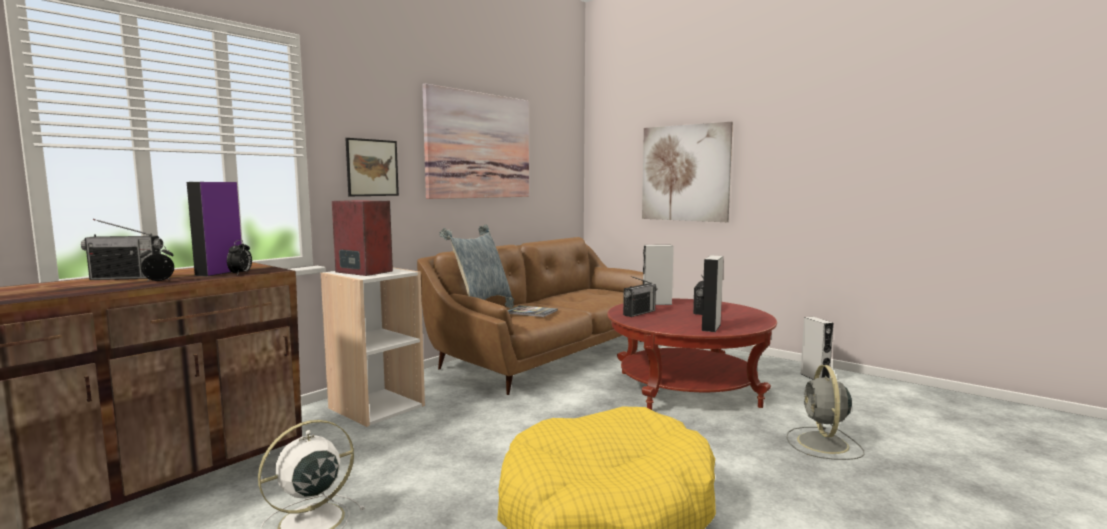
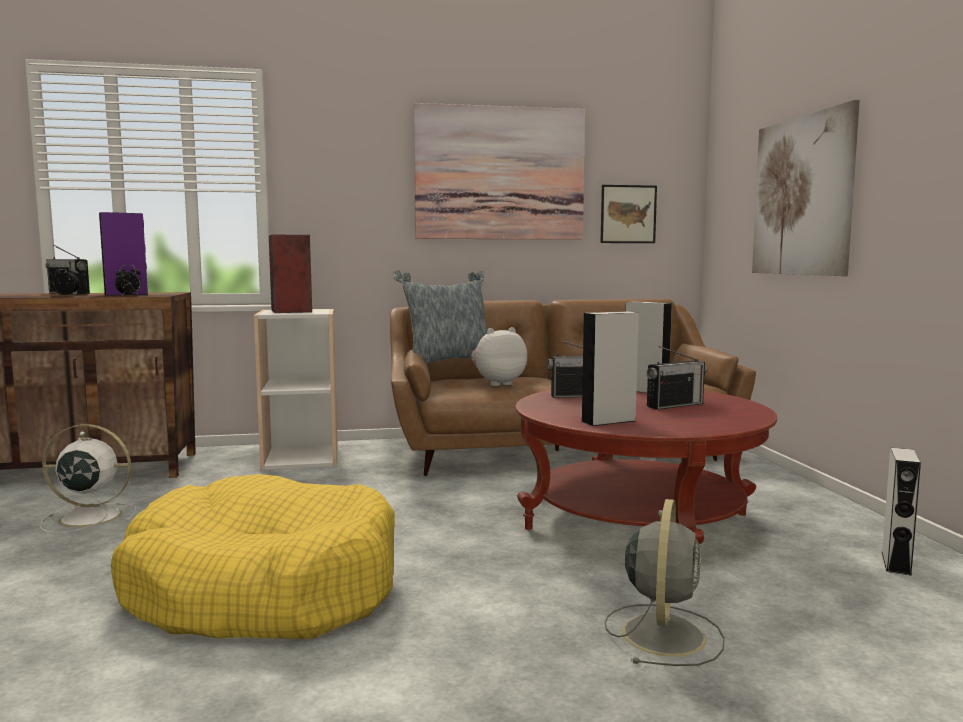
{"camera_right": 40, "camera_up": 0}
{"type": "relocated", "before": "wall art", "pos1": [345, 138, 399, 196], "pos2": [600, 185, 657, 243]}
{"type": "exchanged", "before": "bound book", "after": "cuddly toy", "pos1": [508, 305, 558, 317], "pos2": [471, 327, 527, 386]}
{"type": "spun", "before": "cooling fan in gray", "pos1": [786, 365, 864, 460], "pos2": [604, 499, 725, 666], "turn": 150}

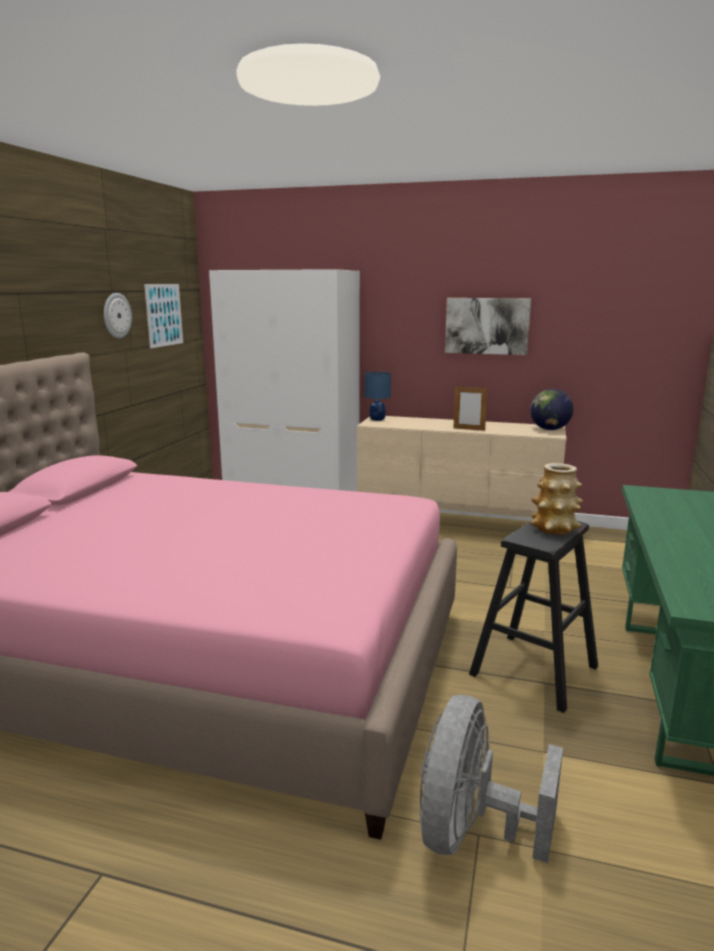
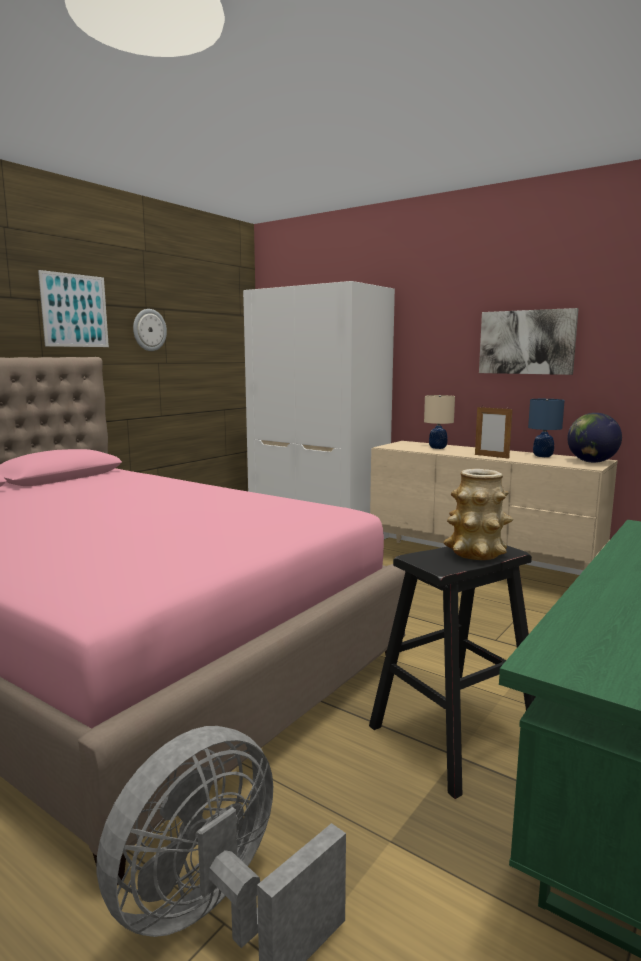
{"camera_right": 20, "camera_up": -5}
{"type": "relocated", "before": "wall art", "pos1": [144, 284, 183, 348], "pos2": [38, 270, 109, 347]}
{"type": "relocated", "before": "table lamp in blue", "pos1": [365, 372, 391, 421], "pos2": [528, 399, 565, 457]}
{"type": "appeared", "after": "table lamp in beige-coloured", "pos2": [424, 395, 455, 449]}

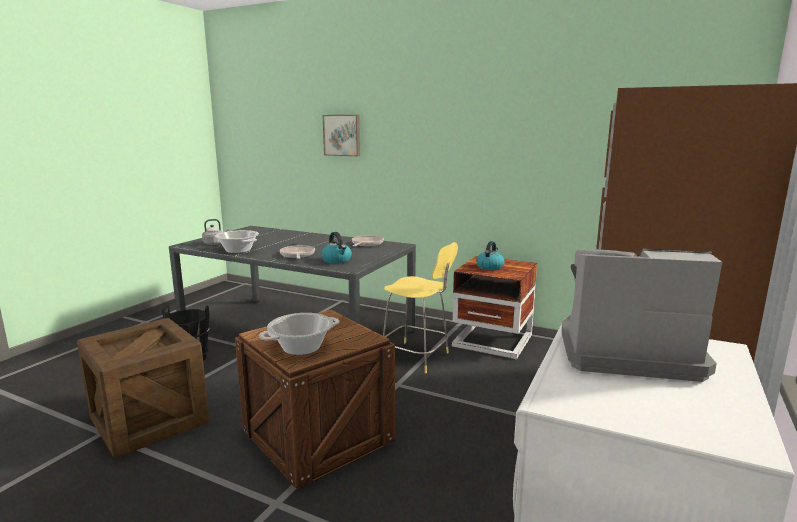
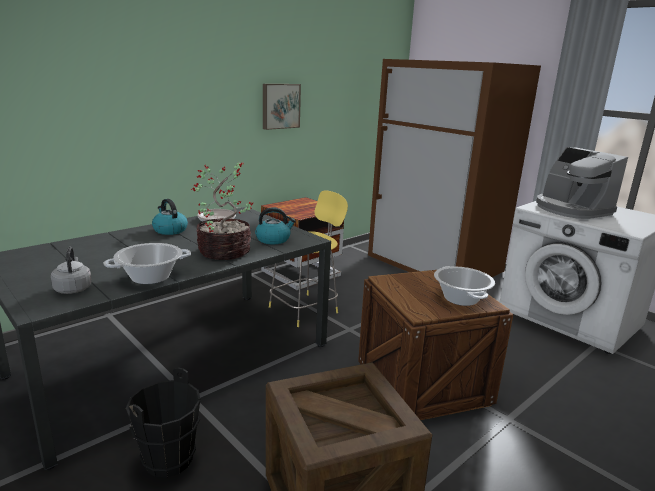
{"camera_right": -70, "camera_up": 5}
{"type": "relocated", "before": "wall art", "pos1": [323, 115, 360, 156], "pos2": [263, 84, 301, 130]}
{"type": "relocated", "before": "tea kettle", "pos1": [476, 241, 505, 270], "pos2": [152, 199, 188, 235]}
{"type": "exchanged", "before": "frying pan", "after": "plant in a pot", "pos1": [280, 245, 315, 259], "pos2": [191, 163, 253, 260]}
{"type": "spun", "before": "coffee machine", "pos1": [562, 249, 722, 382], "pos2": [536, 147, 628, 219], "turn": -60}

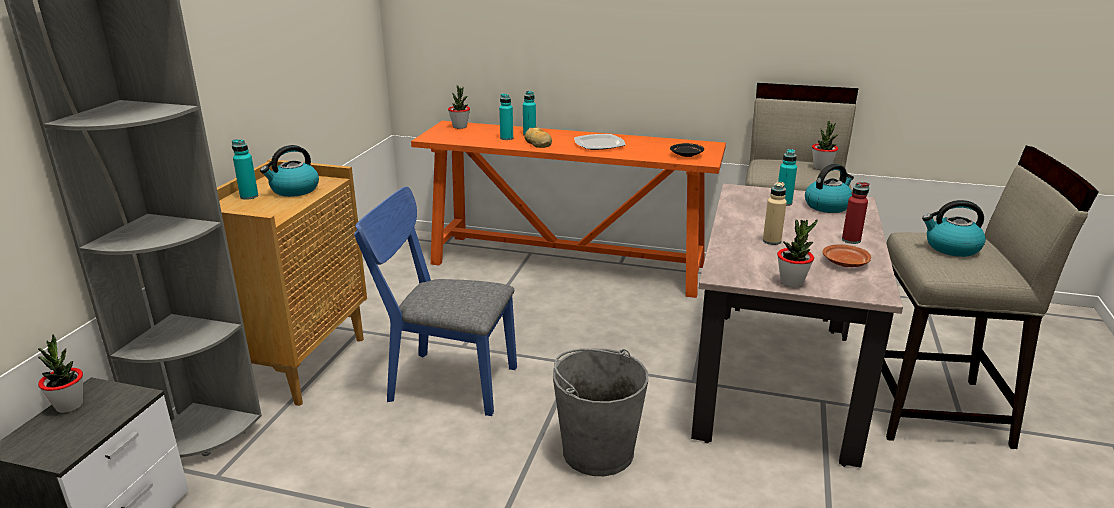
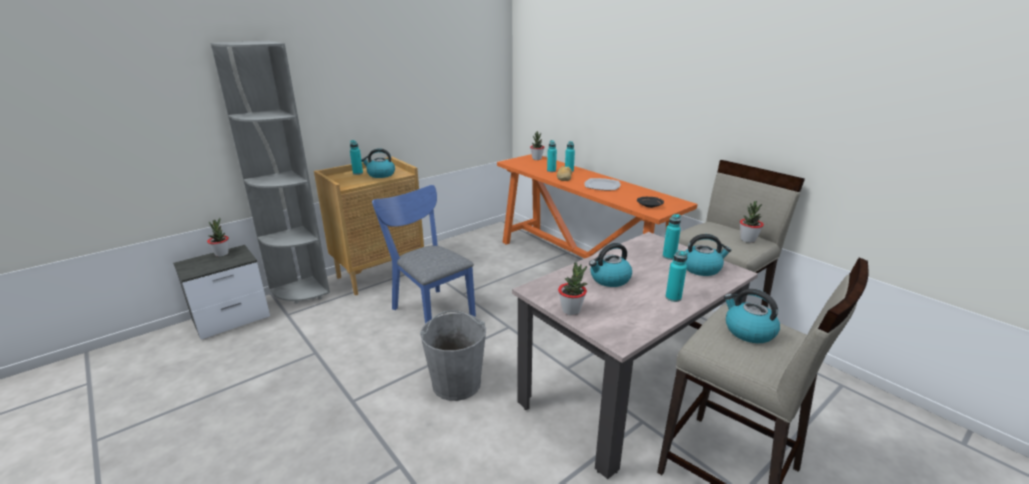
{"camera_right": 35, "camera_up": 0}
{"type": "exchanged", "before": "beverage bottle in beige-coloured", "after": "tea kettle", "pos1": [763, 182, 787, 245], "pos2": [589, 243, 632, 287]}
{"type": "colour", "before": "beverage bottle in reddish", "after": "beverage bottle in blue-green", "pos1": [842, 182, 869, 244], "pos2": [665, 250, 688, 302]}
{"type": "missing", "before": "dinner plate in brown-coloured", "pos1": [823, 244, 871, 267]}

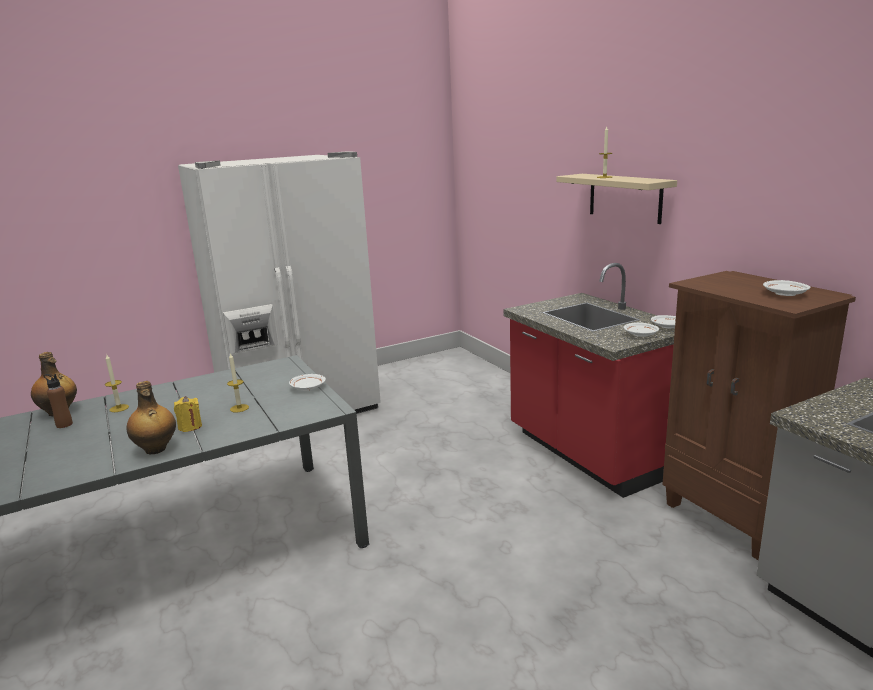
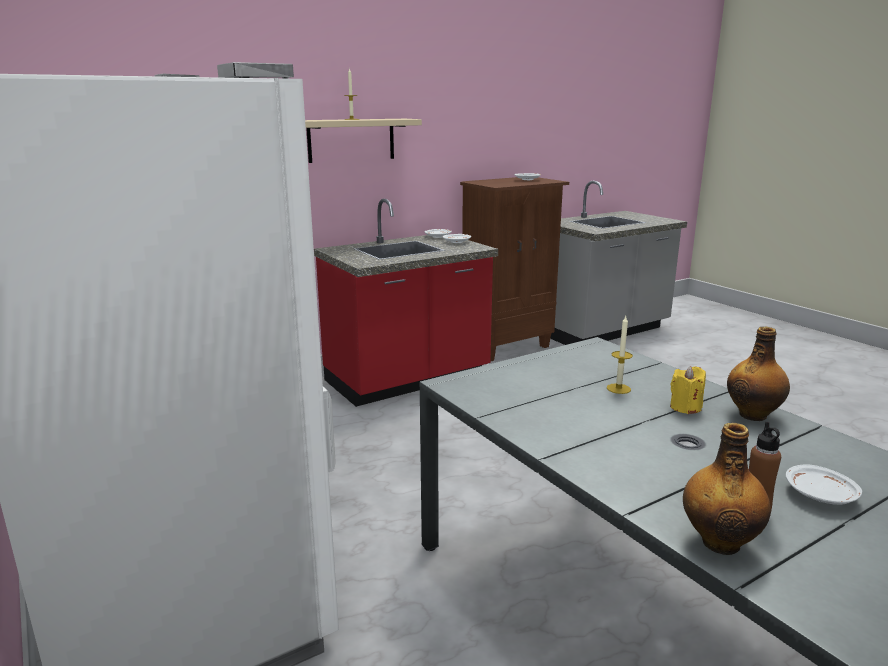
{"camera_right": -95, "camera_up": 0}
{"type": "missing", "before": "wax candle", "pos1": [105, 355, 129, 412]}
{"type": "relocated", "before": "dinner plate in whitish", "pos1": [289, 374, 326, 391], "pos2": [785, 465, 862, 505]}

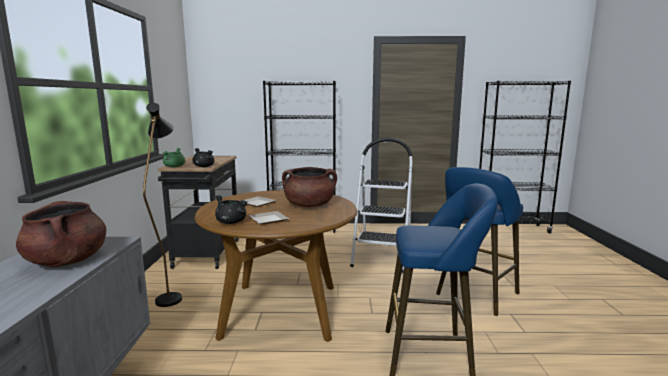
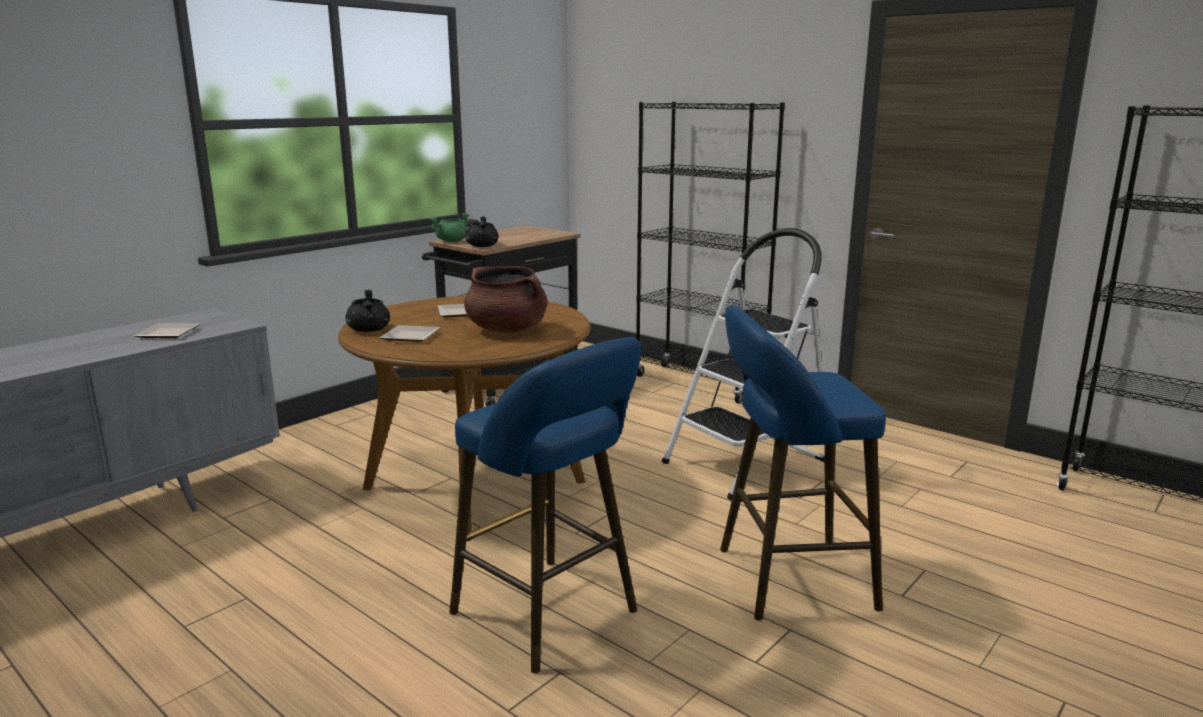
{"camera_right": 40, "camera_up": 5}
{"type": "missing", "before": "standing lamp in blackish", "pos1": [143, 103, 182, 307]}
{"type": "exchanged", "before": "stockpot in brown-coloured", "after": "dinner plate", "pos1": [16, 201, 106, 267], "pos2": [133, 323, 201, 338]}

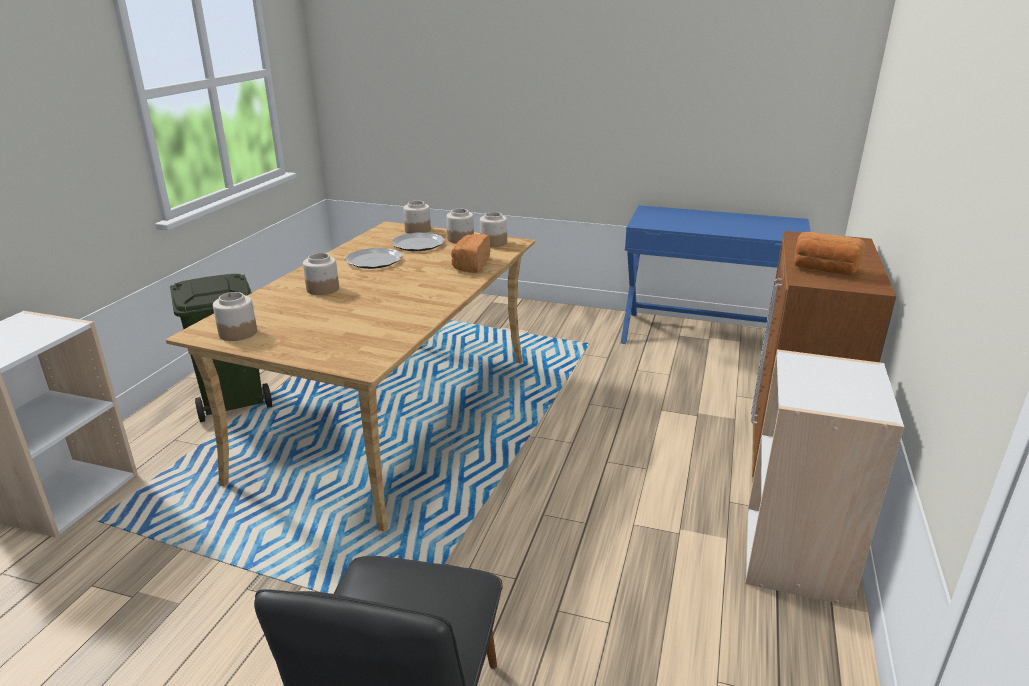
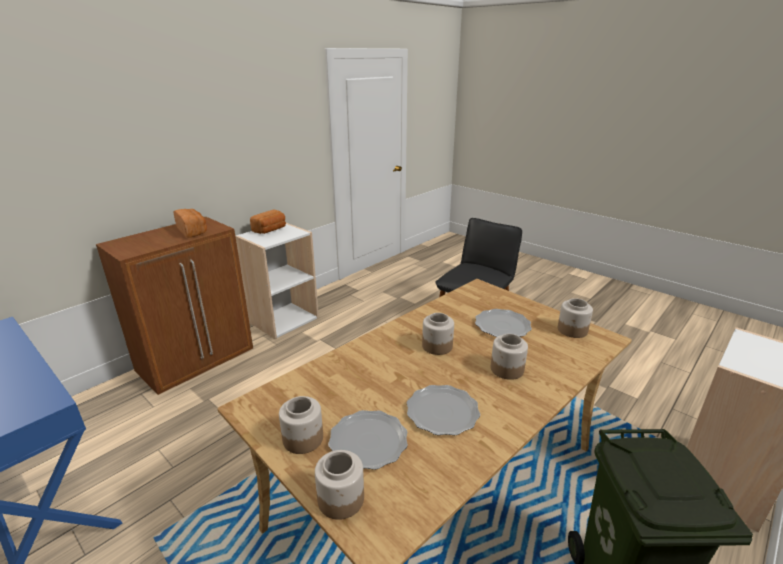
{"camera_right": -155, "camera_up": 0}
{"type": "relocated", "before": "jar", "pos1": [480, 212, 507, 247], "pos2": [422, 313, 454, 355]}
{"type": "relocated", "before": "bakery bread", "pos1": [451, 234, 490, 273], "pos2": [250, 210, 286, 234]}
{"type": "appeared", "after": "dinner plate", "pos2": [475, 309, 532, 337]}

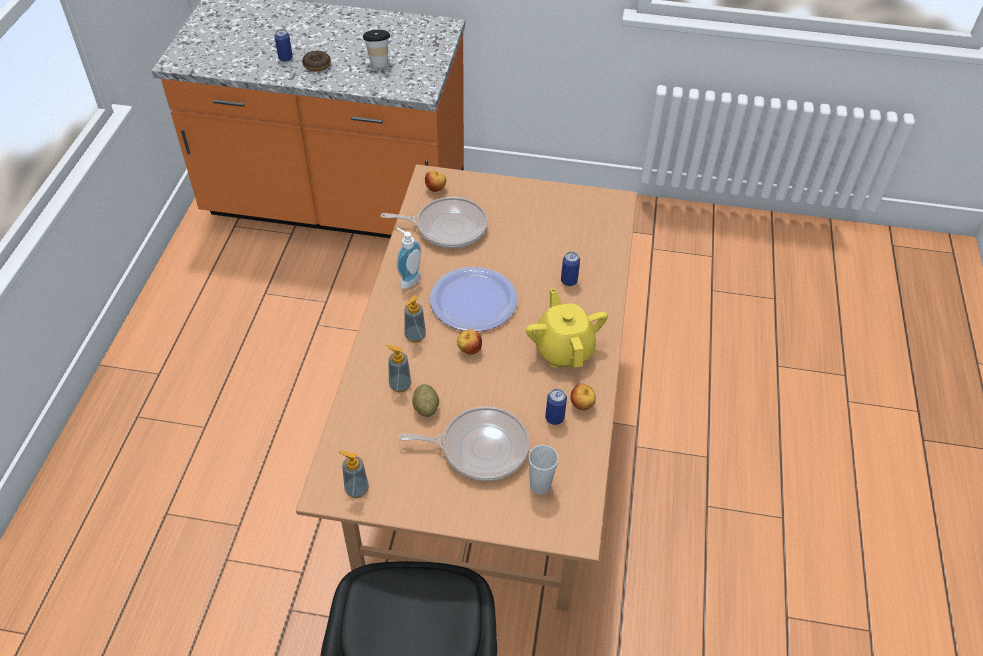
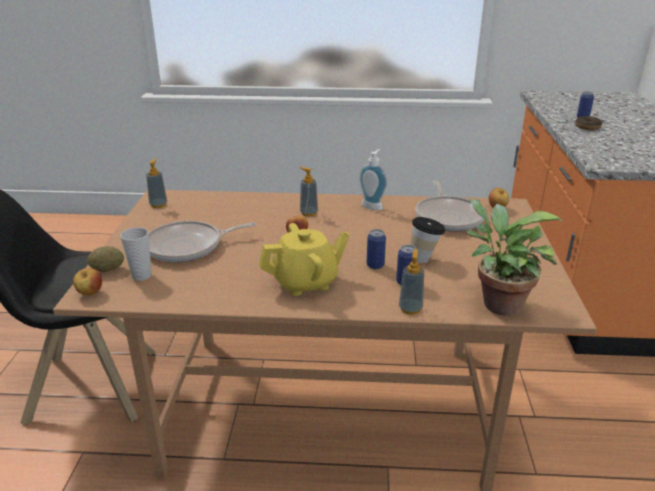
{"camera_right": 85, "camera_up": -20}
{"type": "relocated", "before": "small cup", "pos1": [363, 30, 390, 68], "pos2": [410, 217, 445, 263]}
{"type": "missing", "before": "dinner plate", "pos1": [430, 267, 517, 332]}
{"type": "relocated", "before": "soap dispenser", "pos1": [386, 345, 411, 393], "pos2": [399, 249, 424, 315]}
{"type": "relocated", "before": "potato", "pos1": [412, 384, 439, 417], "pos2": [87, 246, 124, 272]}
{"type": "relocated", "before": "apple", "pos1": [570, 384, 596, 410], "pos2": [73, 268, 102, 295]}
{"type": "relocated", "before": "can", "pos1": [545, 388, 567, 425], "pos2": [367, 229, 386, 269]}
{"type": "spun", "before": "frying pan", "pos1": [398, 406, 529, 481], "pos2": [149, 221, 256, 262], "turn": 75}
{"type": "appeared", "after": "plant in a pot", "pos2": [467, 199, 562, 316]}

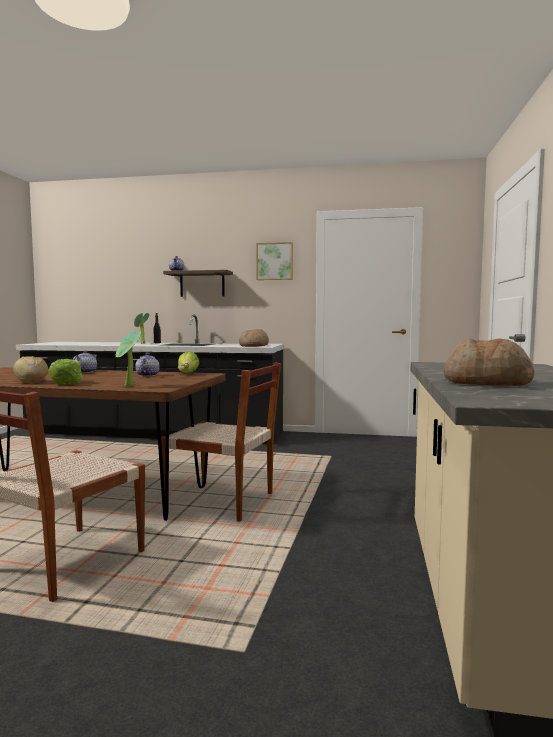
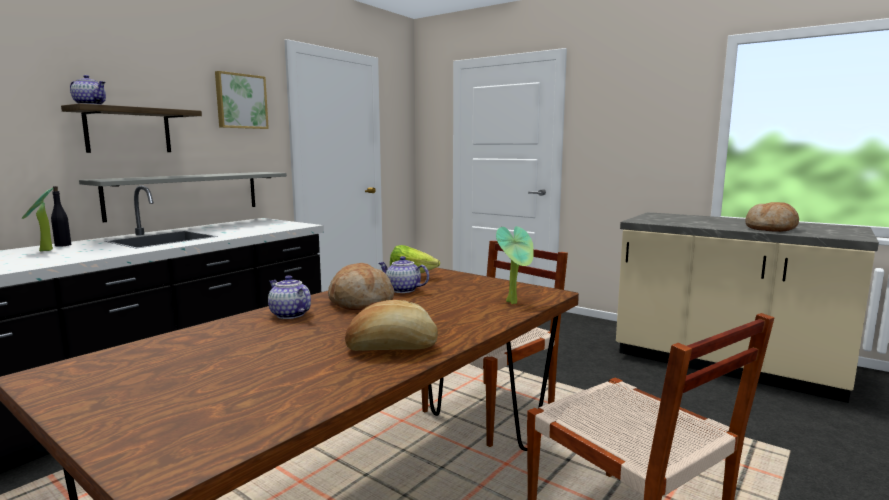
{"camera_right": -65, "camera_up": 5}
{"type": "relocated", "before": "bakery bread", "pos1": [239, 329, 269, 347], "pos2": [328, 263, 394, 310]}
{"type": "missing", "before": "lettuce head", "pos1": [49, 359, 83, 385]}
{"type": "appeared", "after": "shelf in gray", "pos2": [79, 172, 287, 223]}

